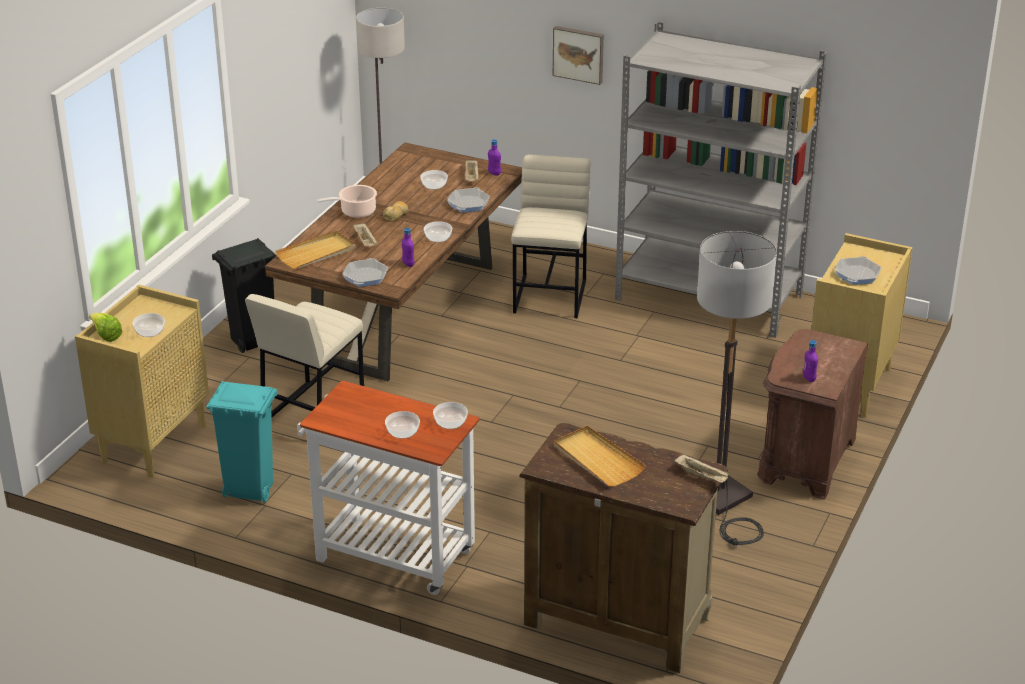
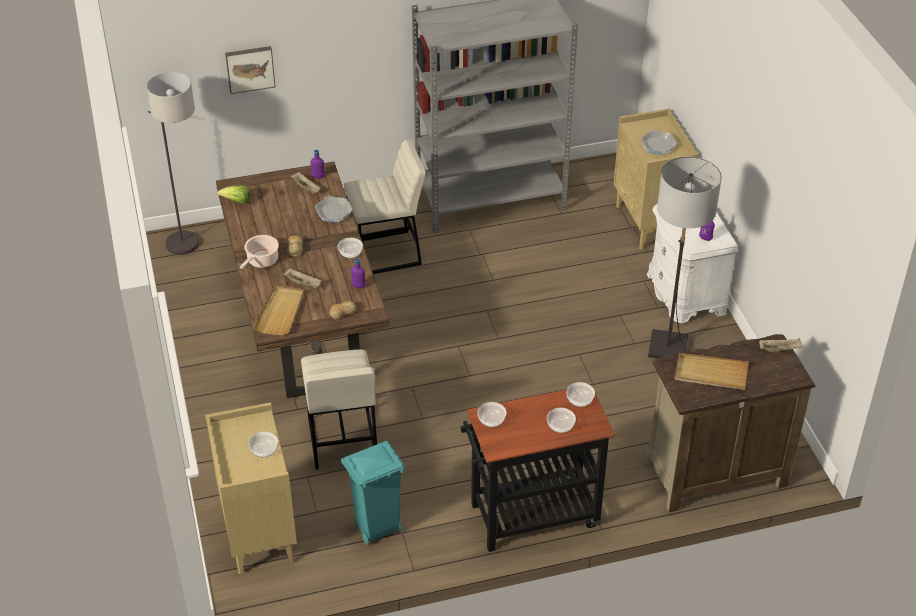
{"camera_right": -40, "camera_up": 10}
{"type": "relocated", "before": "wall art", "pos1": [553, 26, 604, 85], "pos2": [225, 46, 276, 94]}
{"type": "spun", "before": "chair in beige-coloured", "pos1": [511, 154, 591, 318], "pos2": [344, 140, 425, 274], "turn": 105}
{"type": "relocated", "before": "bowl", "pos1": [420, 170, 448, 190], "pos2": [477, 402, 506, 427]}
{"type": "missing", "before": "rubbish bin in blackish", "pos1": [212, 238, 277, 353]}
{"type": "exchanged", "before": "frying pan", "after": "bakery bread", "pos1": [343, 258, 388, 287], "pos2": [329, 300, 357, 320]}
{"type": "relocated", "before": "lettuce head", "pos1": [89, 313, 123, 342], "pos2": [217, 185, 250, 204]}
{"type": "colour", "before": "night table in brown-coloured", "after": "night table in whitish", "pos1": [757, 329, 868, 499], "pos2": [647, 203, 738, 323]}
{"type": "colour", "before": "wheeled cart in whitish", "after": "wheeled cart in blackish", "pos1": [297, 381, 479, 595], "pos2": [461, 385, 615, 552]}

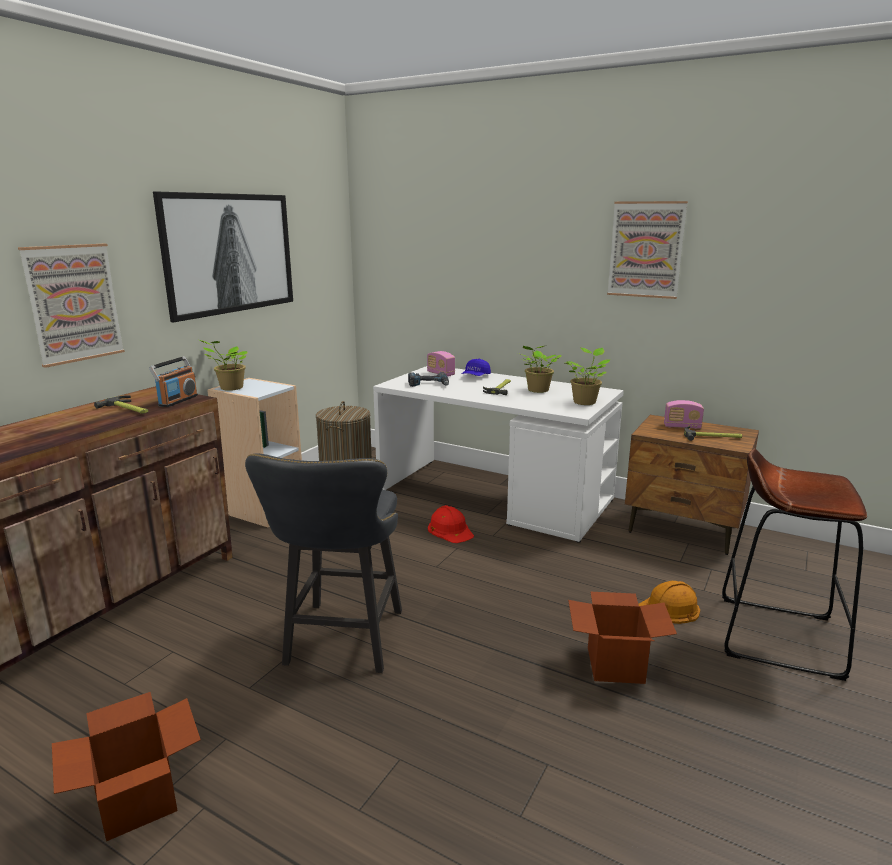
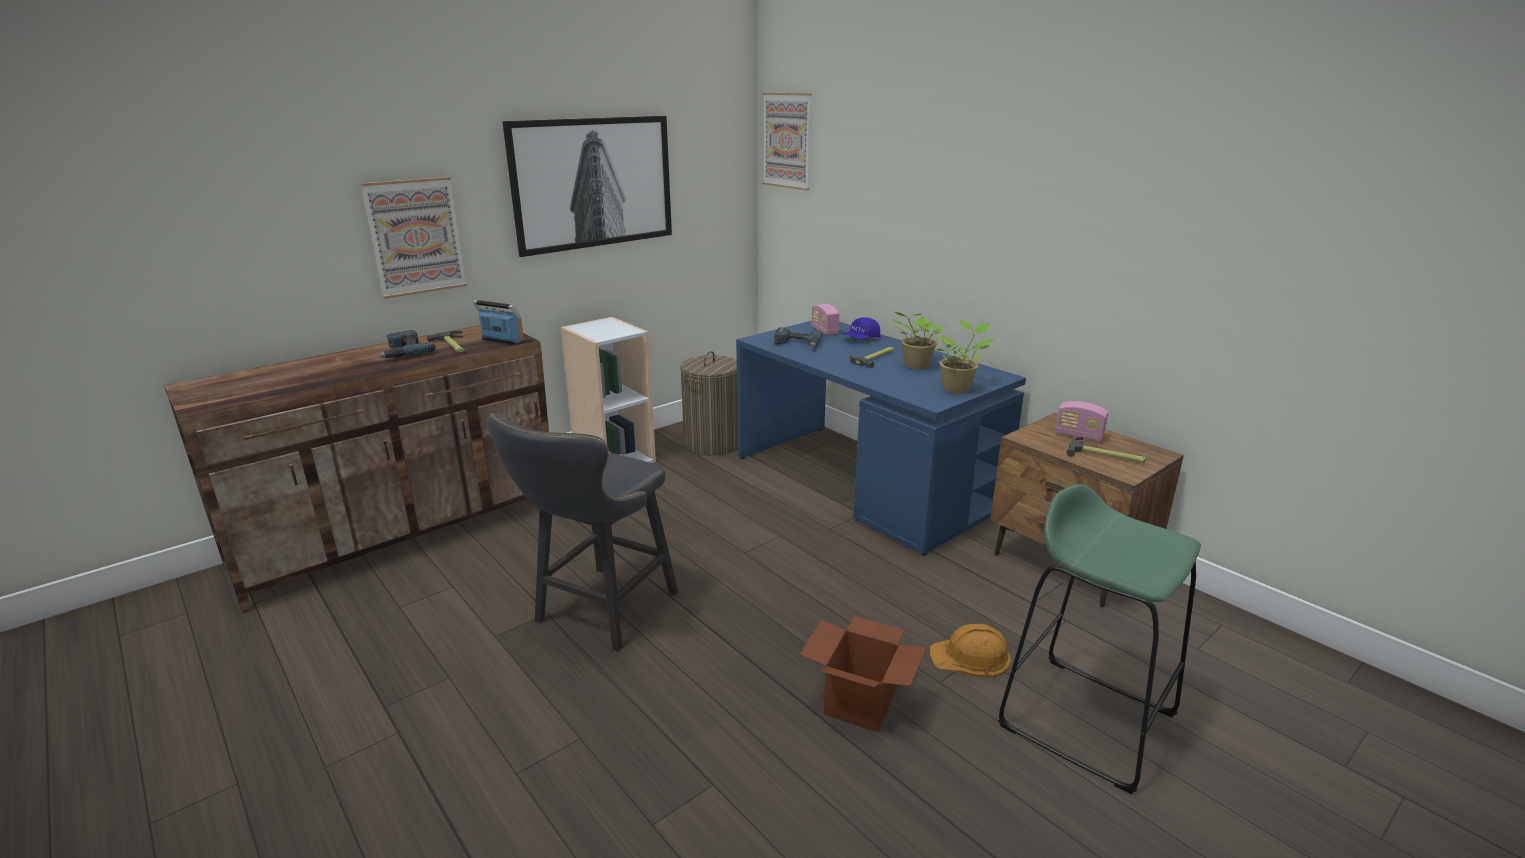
{"camera_right": 20, "camera_up": 5}
{"type": "relocated", "before": "wall art", "pos1": [607, 201, 688, 299], "pos2": [762, 93, 812, 190]}
{"type": "missing", "before": "plant in a pot", "pos1": [199, 340, 248, 391]}
{"type": "spun", "before": "radio", "pos1": [149, 356, 198, 407], "pos2": [473, 300, 525, 345], "turn": -105}
{"type": "colour", "before": "desk unit in whitish", "after": "desk unit in blue", "pos1": [373, 366, 624, 543], "pos2": [736, 321, 1026, 556]}
{"type": "colour", "before": "stool seat in brown-coloured", "after": "stool seat in green-coloured", "pos1": [722, 449, 867, 681], "pos2": [999, 484, 1201, 794]}
{"type": "missing", "before": "safety helmet in reddish", "pos1": [428, 505, 474, 543]}
{"type": "missing", "before": "carton", "pos1": [52, 692, 201, 841]}
{"type": "appeared", "after": "electric drill", "pos2": [378, 330, 436, 358]}

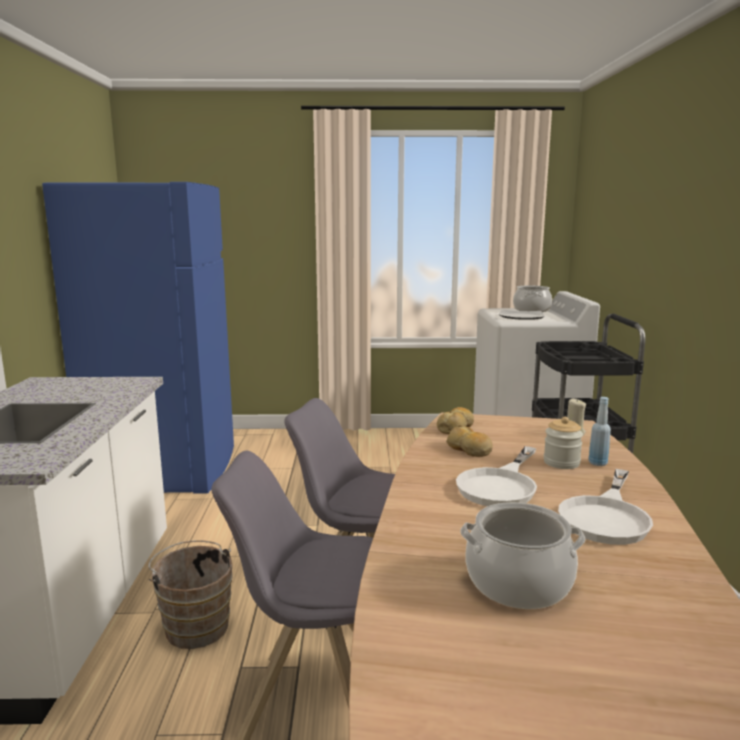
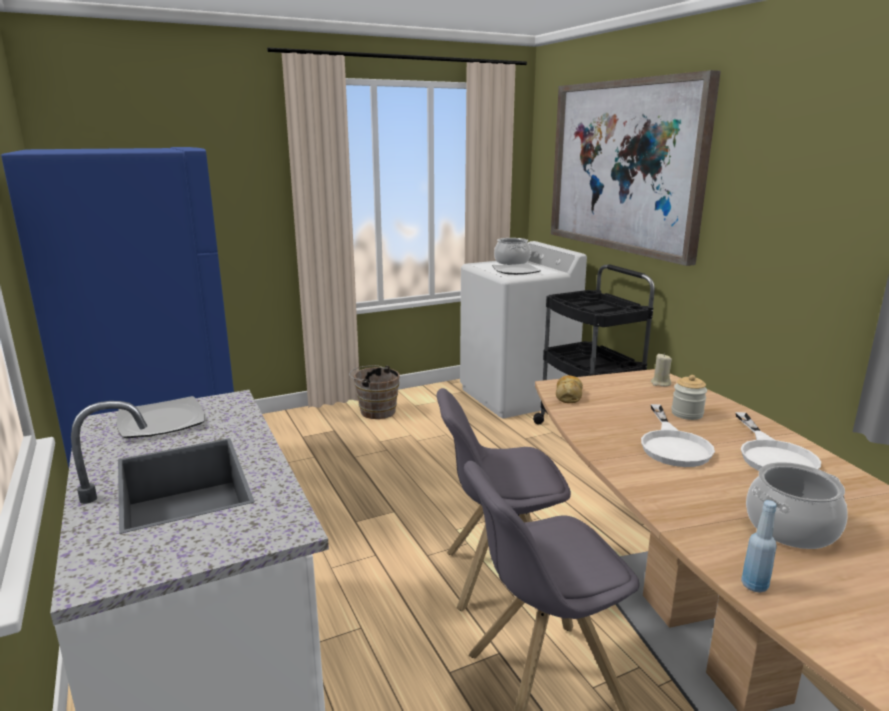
{"camera_right": -25, "camera_up": 5}
{"type": "relocated", "before": "beverage bottle in blue", "pos1": [588, 397, 611, 466], "pos2": [741, 500, 777, 593]}
{"type": "missing", "before": "bakery bread", "pos1": [446, 425, 493, 457]}
{"type": "relocated", "before": "bucket in brown-coloured", "pos1": [149, 540, 233, 649], "pos2": [349, 365, 400, 419]}
{"type": "appeared", "after": "wall art", "pos2": [551, 70, 721, 266]}
{"type": "appeared", "after": "dinner plate", "pos2": [117, 396, 204, 438]}

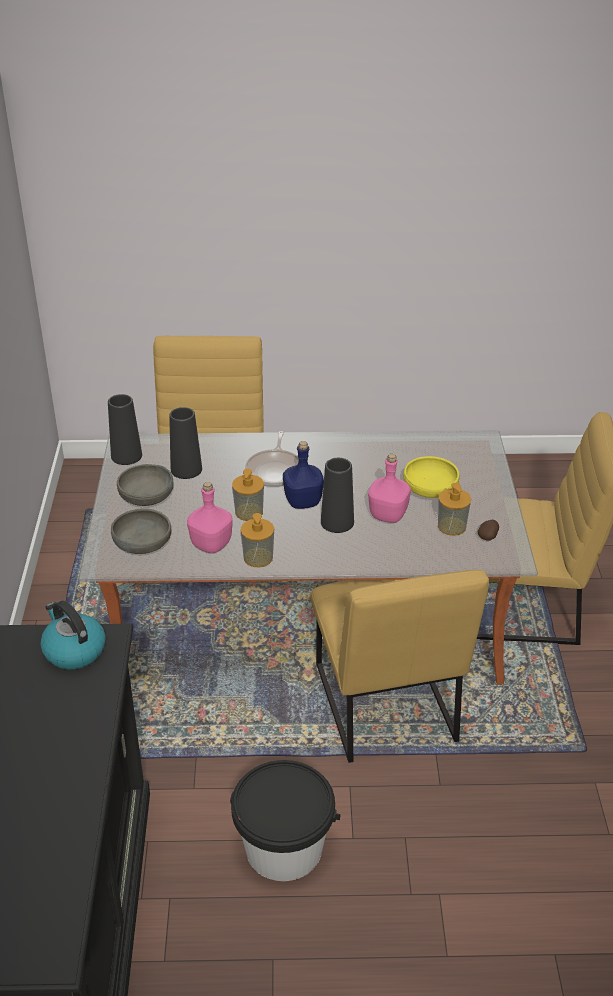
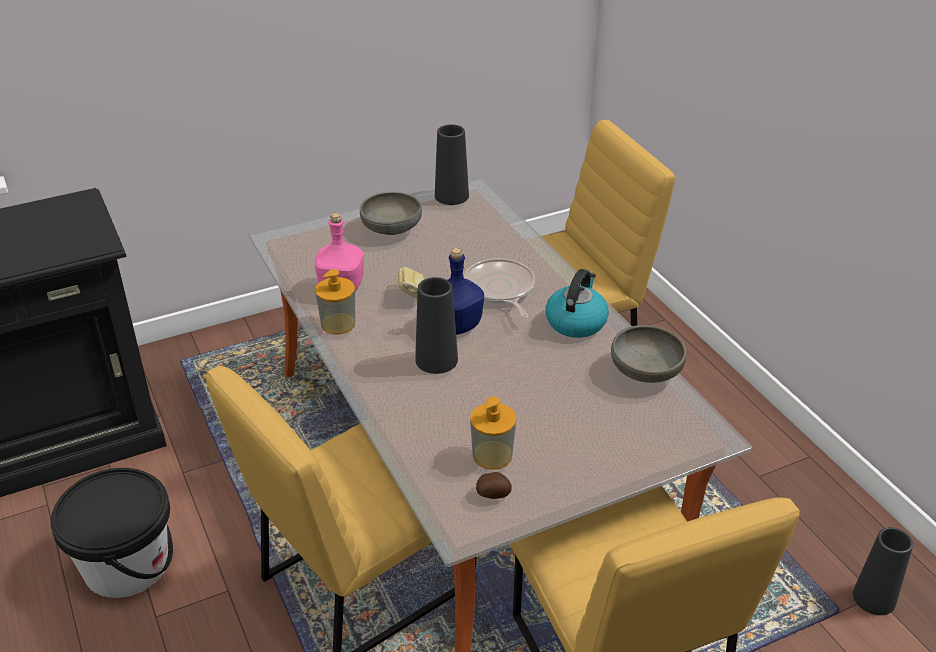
{"camera_right": 65, "camera_up": 0}
{"type": "relocated", "before": "decorative vase in blackish", "pos1": [169, 407, 202, 479], "pos2": [853, 527, 913, 615]}
{"type": "spun", "before": "frying pan", "pos1": [245, 431, 299, 487], "pos2": [464, 258, 535, 318], "turn": 90}
{"type": "missing", "before": "beverage bottle in pinkish", "pos1": [368, 454, 411, 523]}
{"type": "missing", "before": "bowl in yellow", "pos1": [403, 456, 460, 498]}
{"type": "exchanged", "before": "soap dispenser", "after": "bakery bread", "pos1": [232, 469, 264, 521], "pos2": [398, 267, 424, 299]}
{"type": "relocated", "before": "bowl in gray", "pos1": [111, 509, 171, 554], "pos2": [611, 325, 687, 383]}
{"type": "relocated", "before": "tea kettle", "pos1": [40, 601, 106, 669], "pos2": [546, 269, 609, 338]}

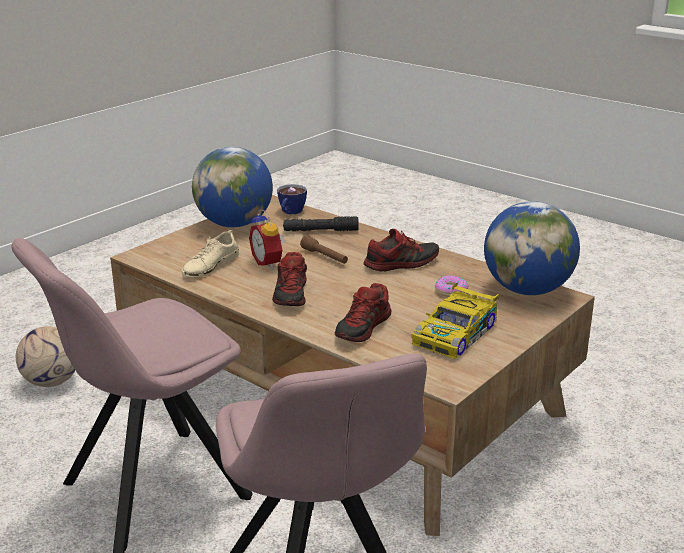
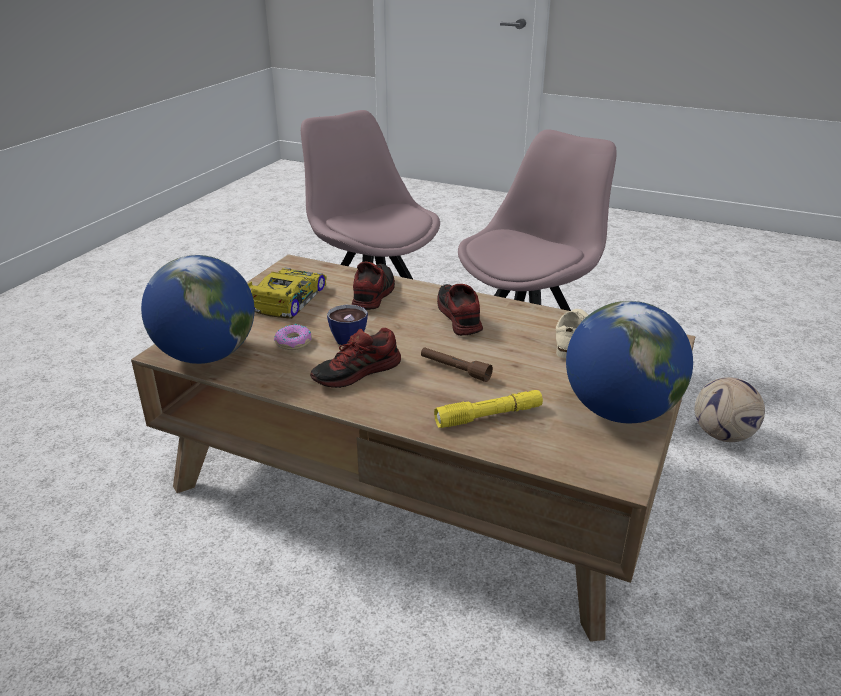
{"camera_right": 165, "camera_up": 5}
{"type": "relocated", "before": "small cup", "pos1": [277, 184, 307, 214], "pos2": [327, 305, 368, 345]}
{"type": "missing", "before": "table clock", "pos1": [249, 209, 285, 269]}
{"type": "colour", "before": "flashlight in blackish", "after": "flashlight in yellow", "pos1": [283, 216, 359, 231], "pos2": [434, 390, 543, 428]}

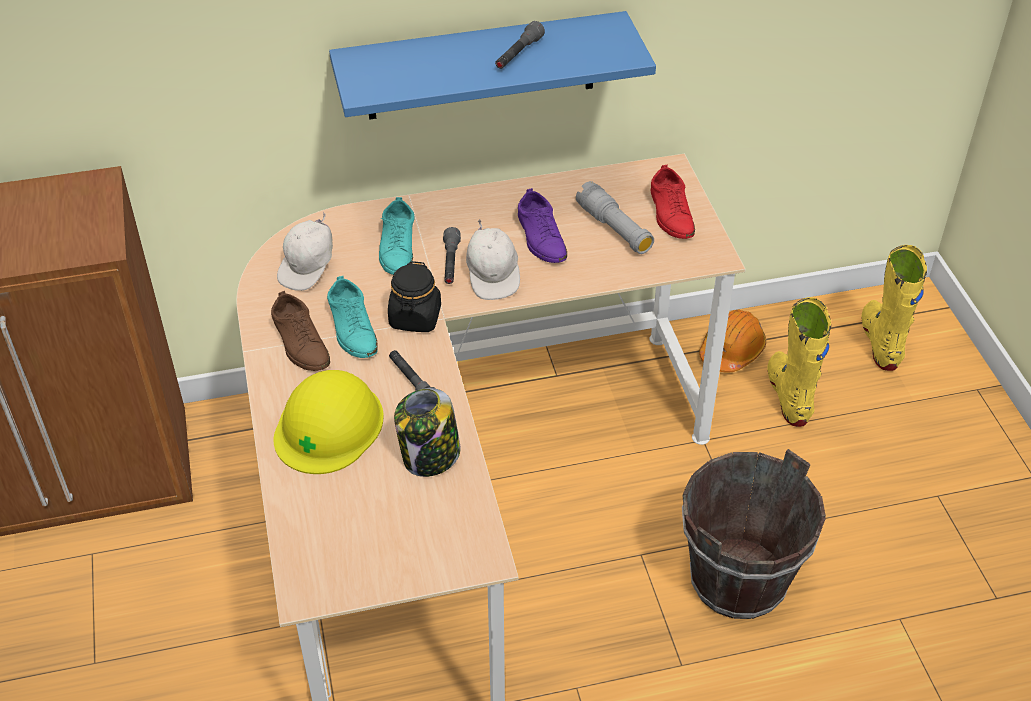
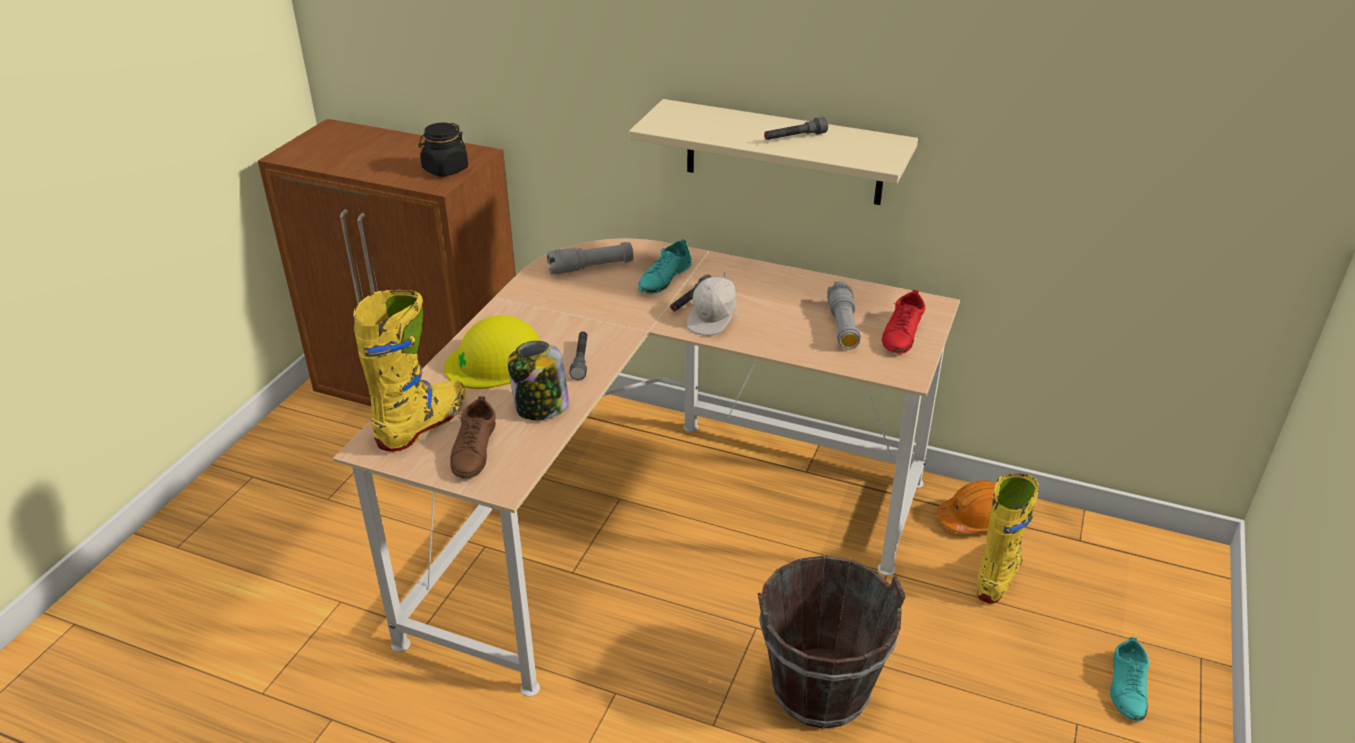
{"camera_right": 35, "camera_up": -10}
{"type": "colour", "before": "shelf in blue", "after": "shelf in beige-coloured", "pos1": [329, 11, 656, 120], "pos2": [629, 99, 918, 205]}
{"type": "missing", "before": "item of footwear in purplish", "pos1": [518, 188, 567, 263]}
{"type": "exchanged", "before": "baseball cap in whitish", "after": "flashlight in gray", "pos1": [277, 212, 333, 291], "pos2": [547, 242, 633, 275]}
{"type": "relocated", "before": "boot in yellow", "pos1": [861, 245, 927, 371], "pos2": [353, 290, 466, 452]}
{"type": "relocated", "before": "jar in blackish", "pos1": [388, 261, 441, 332], "pos2": [418, 122, 468, 177]}
{"type": "relocated", "before": "item of footwear in blue-green", "pos1": [327, 276, 378, 358], "pos2": [1110, 637, 1149, 721]}
{"type": "relocated", "before": "item of footwear in brown-coloured", "pos1": [271, 291, 330, 371], "pos2": [450, 396, 496, 478]}

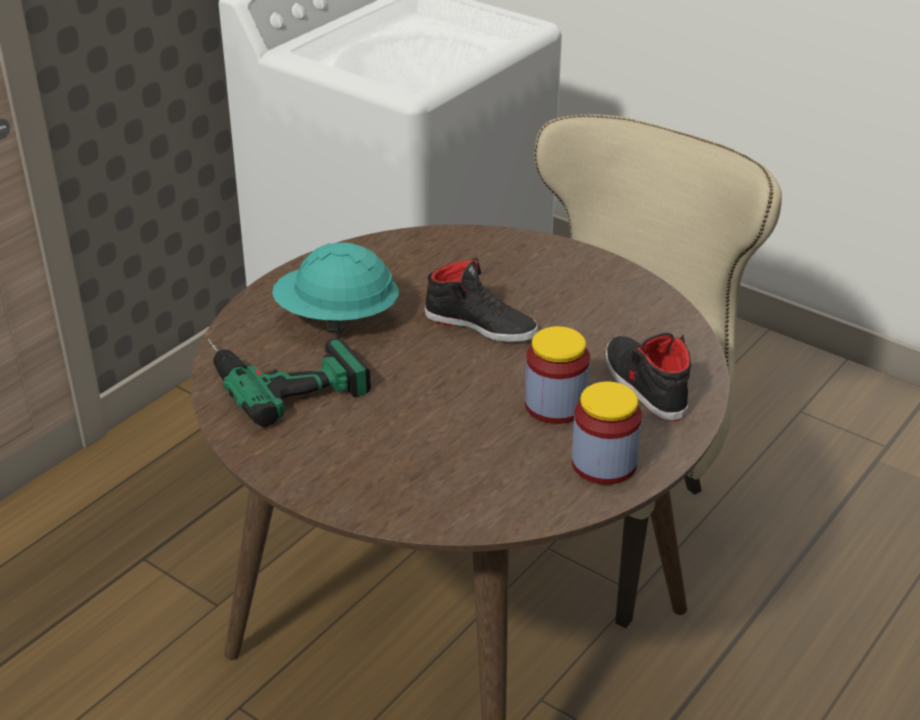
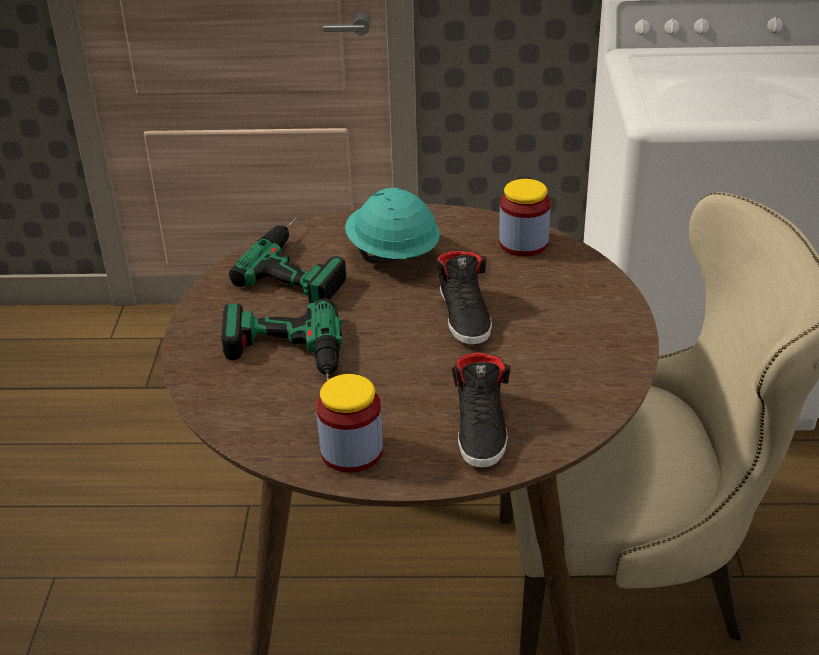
{"camera_right": 55, "camera_up": 0}
{"type": "relocated", "before": "jar", "pos1": [525, 326, 590, 424], "pos2": [499, 179, 551, 256]}
{"type": "spun", "before": "item of footwear in blackish", "pos1": [606, 333, 691, 421], "pos2": [452, 352, 510, 468], "turn": 150}
{"type": "appeared", "after": "electric drill", "pos2": [221, 298, 342, 381]}

